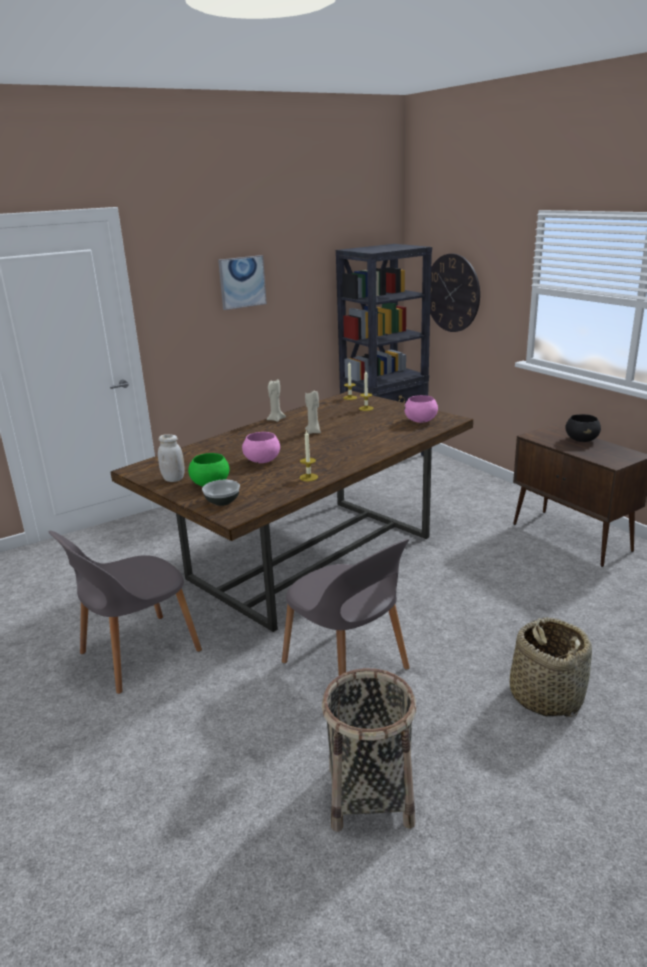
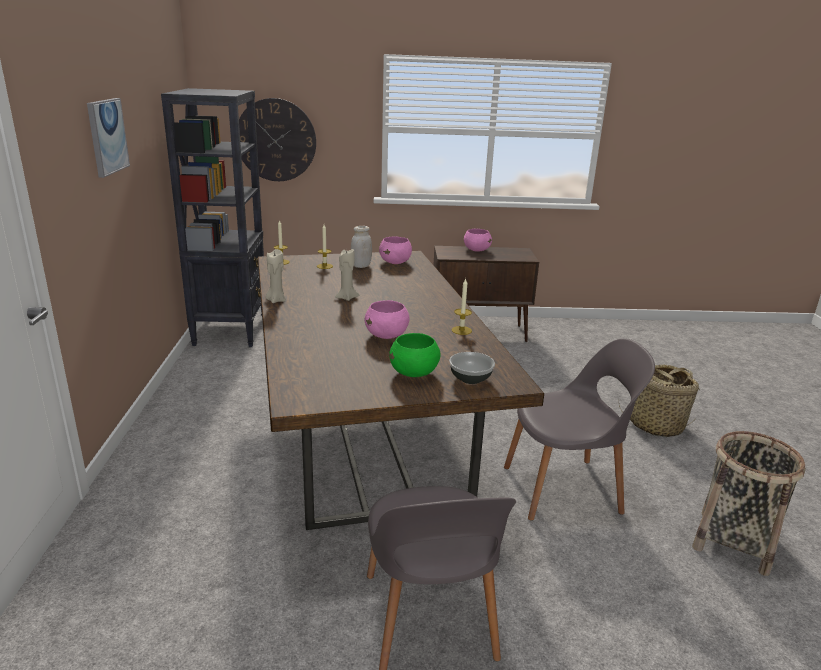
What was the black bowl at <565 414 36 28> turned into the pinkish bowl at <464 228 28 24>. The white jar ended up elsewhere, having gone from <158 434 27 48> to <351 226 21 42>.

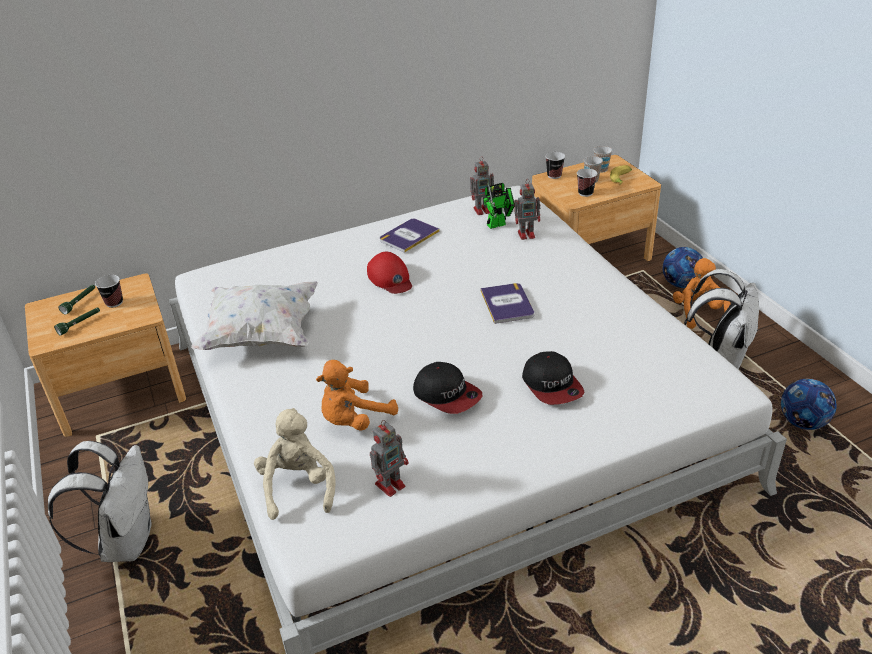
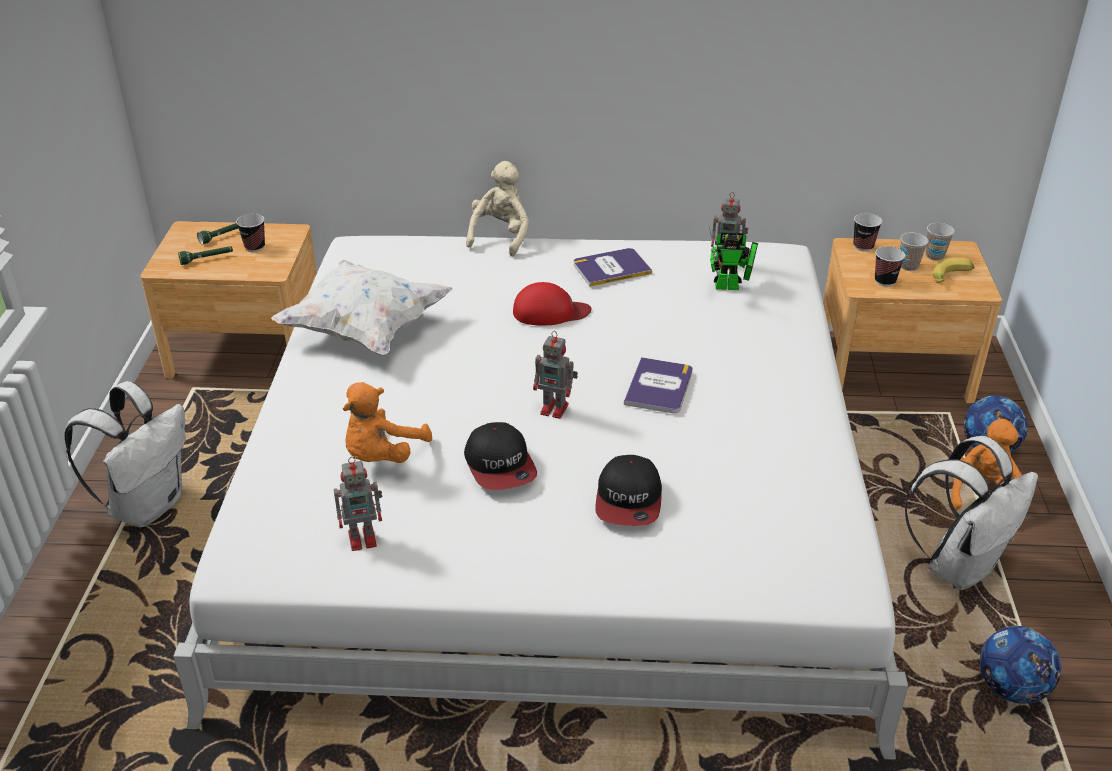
The toy robot ended up elsewhere, having gone from <514 179 27 61> to <533 331 45 88>. The reddish cap at <367 252 45 42> ended up facing another way, 90 degrees counterclockwise from before. The orangey cuddly toy at <316 360 82 71> ended up facing another way, 45 degrees counterclockwise from before. The beige-coloured cuddly toy ended up elsewhere, having gone from <254 408 82 112> to <466 161 63 96>.

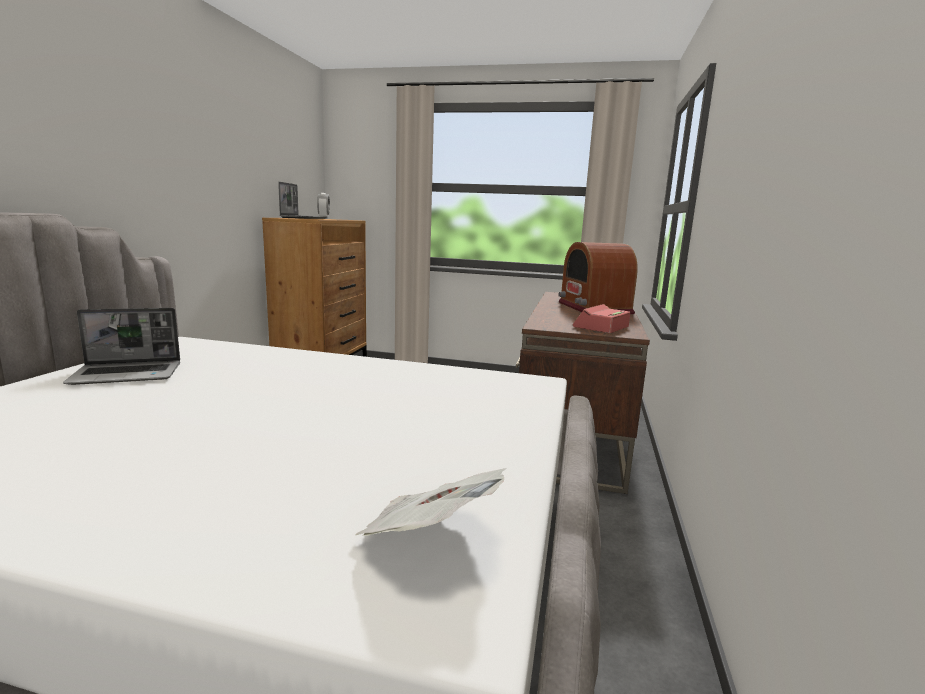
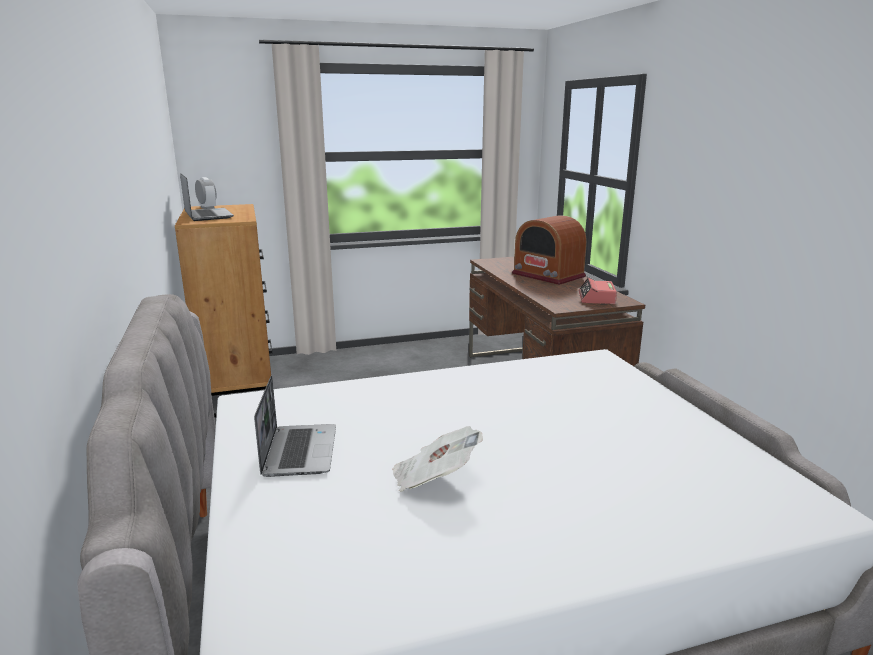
The notebook computer at <63 308 117 77> ended up facing another way, 45 degrees counterclockwise from before. The newspaper ended up elsewhere, having gone from <356 468 151 68> to <392 426 91 66>.

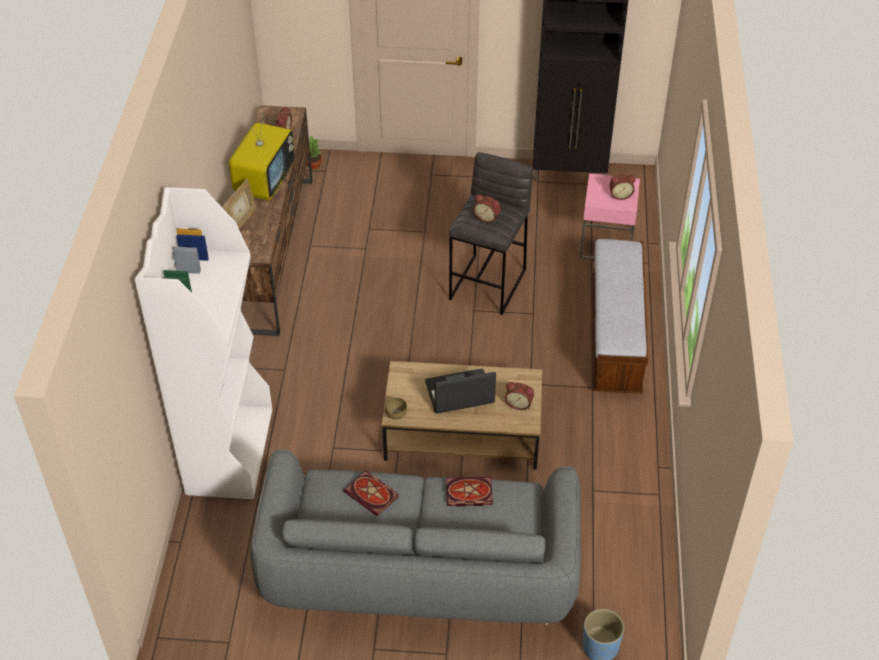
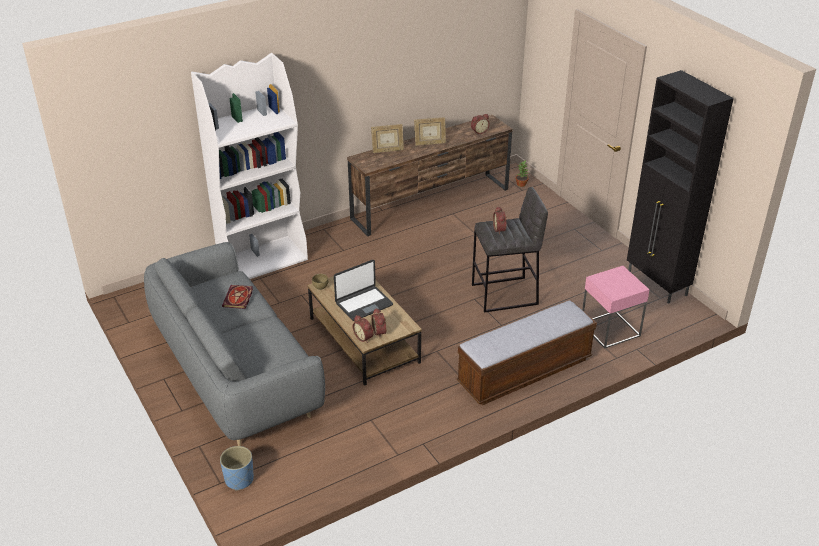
Where the TV set stood at <229 111 66 90>, the standing frame came to stand at <414 117 32 29>. The alarm clock ended up elsewhere, having gone from <609 175 26 25> to <353 315 20 28>. The notebook computer at <425 369 71 45> ended up facing another way, 105 degrees clockwise from before. The second view lost the volume at <446 477 47 30>.

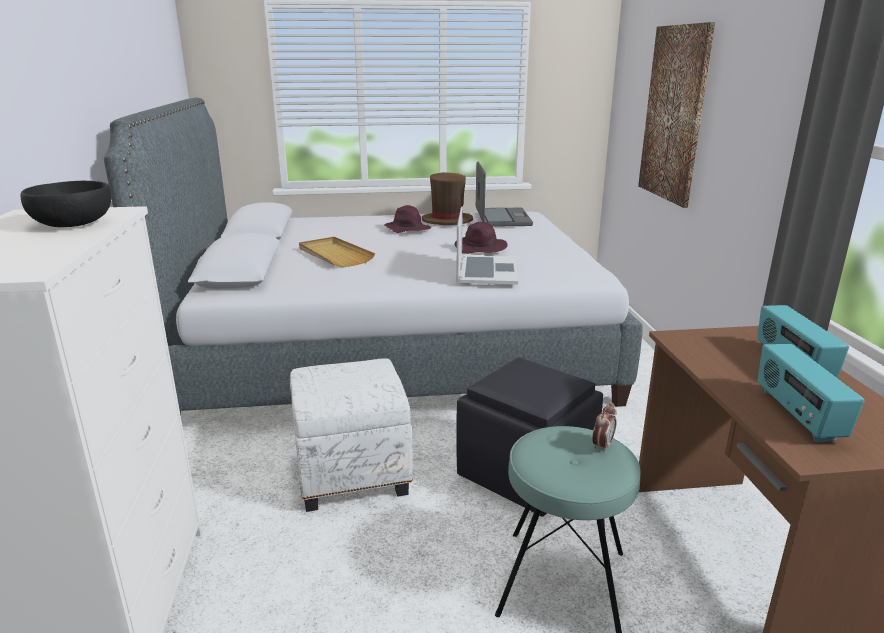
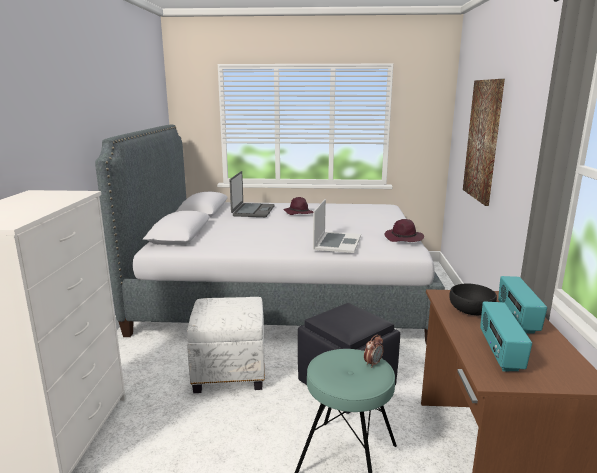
The notebook computer ended up elsewhere, having gone from <476 162 57 65> to <230 171 45 46>. The second view lost the brownish hat at <422 172 51 53>. The black bowl ended up elsewhere, having gone from <20 181 91 46> to <449 283 48 32>. The purple-coloured hat ended up elsewhere, having gone from <454 222 54 32> to <384 219 40 23>. The second view lost the beige-coloured tray at <299 237 76 30>.

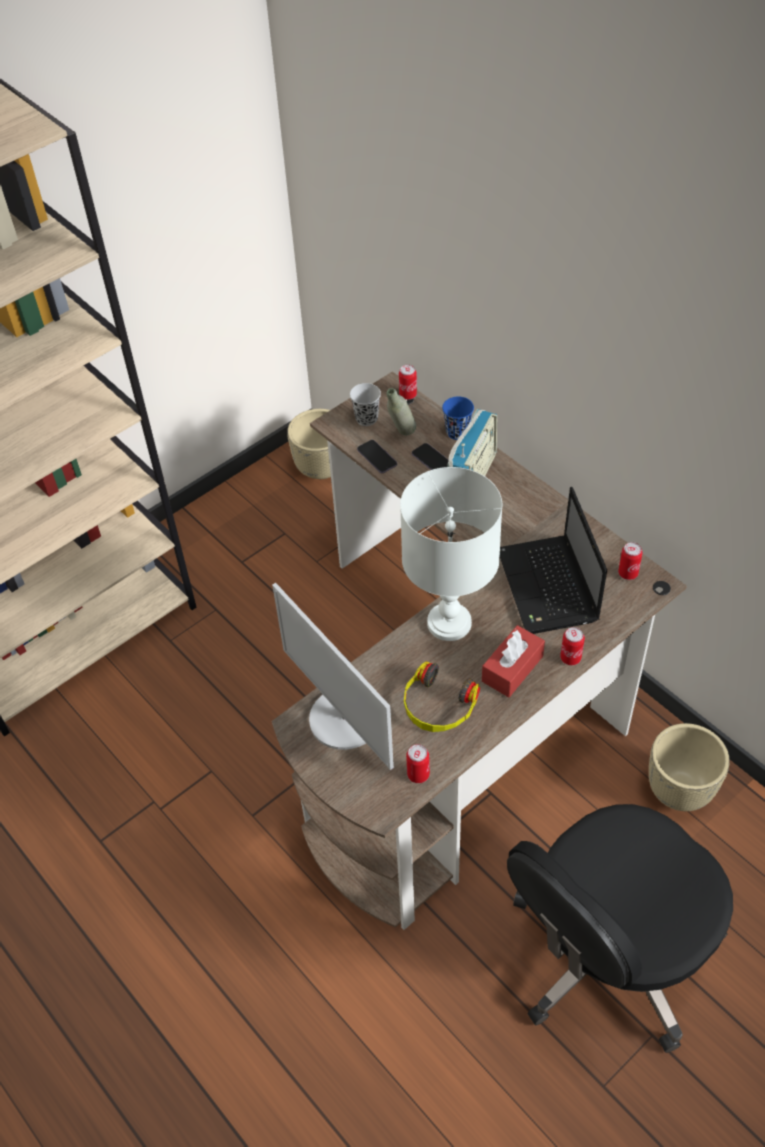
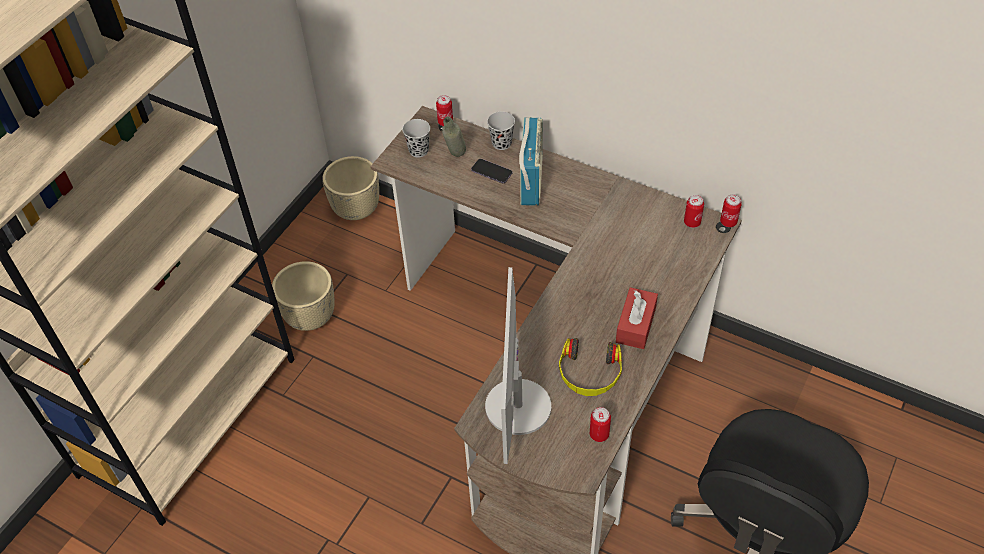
What was the bluish drinking cup at <442 396 32 44> turned into the black drinking cup at <487 111 28 39>. The second view lost the telephone at <357 440 40 33>. The second view lost the white lamp for a table at <400 467 102 174>. The second view lost the notebook computer at <500 487 107 147>. The computer display at <272 583 122 187> ended up facing another way, 60 degrees clockwise from before. The can ended up elsewhere, having gone from <560 627 25 38> to <720 194 22 33>. The beige-coloured flower pot ended up elsewhere, having gone from <649 723 81 88> to <272 261 62 70>.

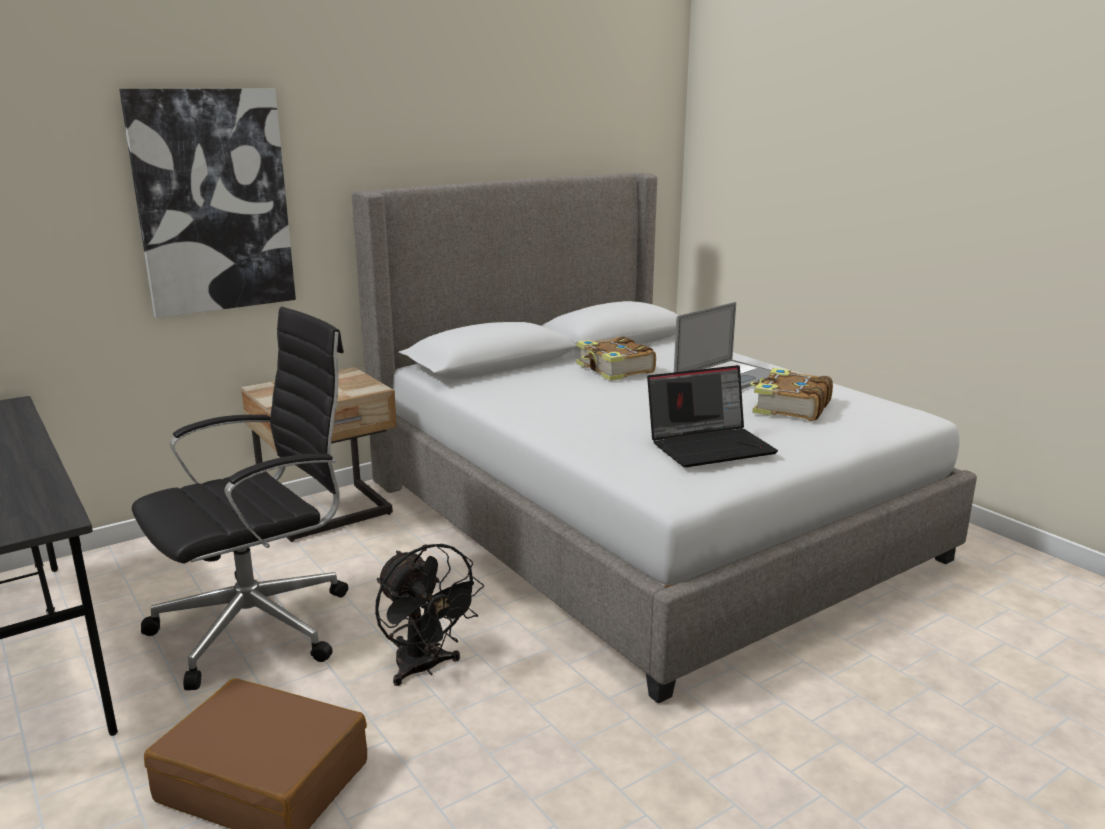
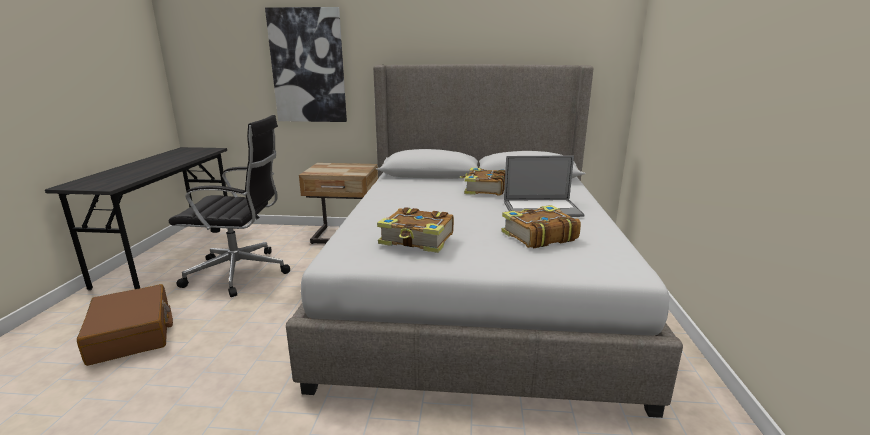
Where the notebook computer stood at <647 365 131 102>, the volume came to stand at <377 207 77 46>. The second view lost the black electric fan at <375 544 109 142>.

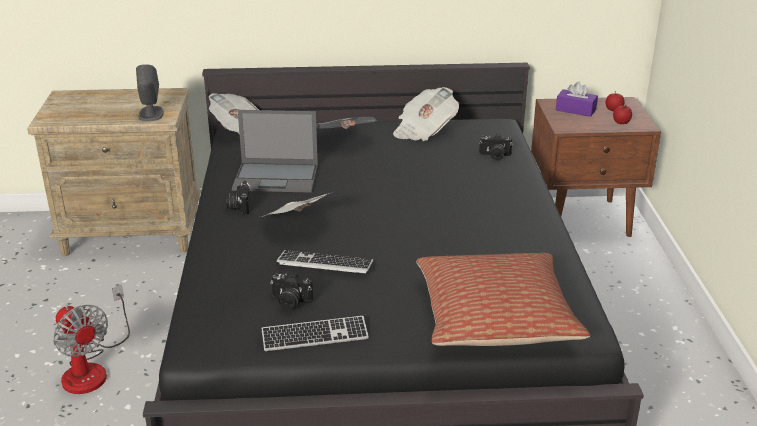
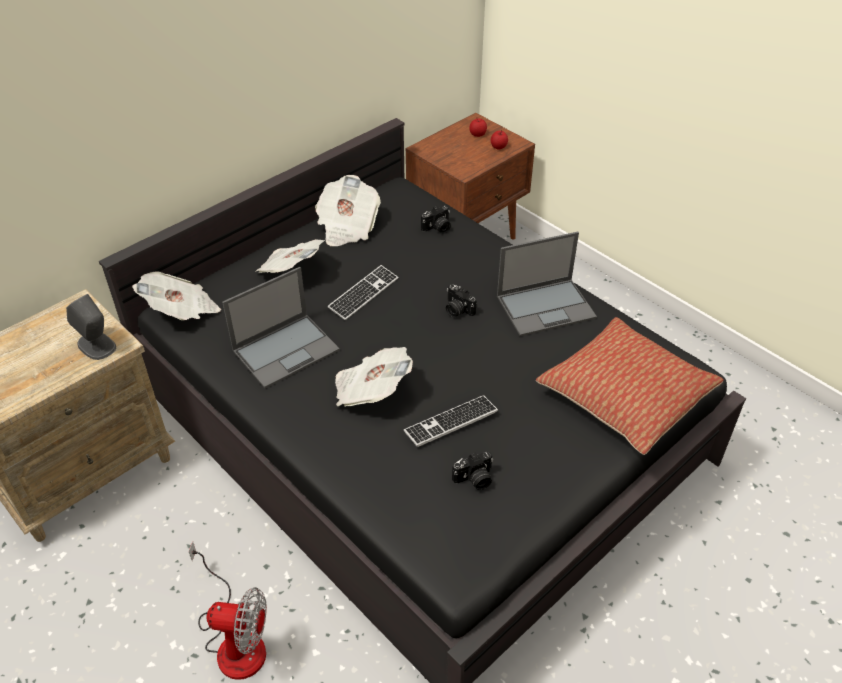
The second view lost the purple-coloured tissue box at <556 81 42 36>. The photo camera ended up elsewhere, having gone from <226 181 24 34> to <446 284 31 33>. The keyboard ended up elsewhere, having gone from <261 316 108 35> to <328 265 70 55>. The second view gained the notebook computer at <497 232 100 104>.

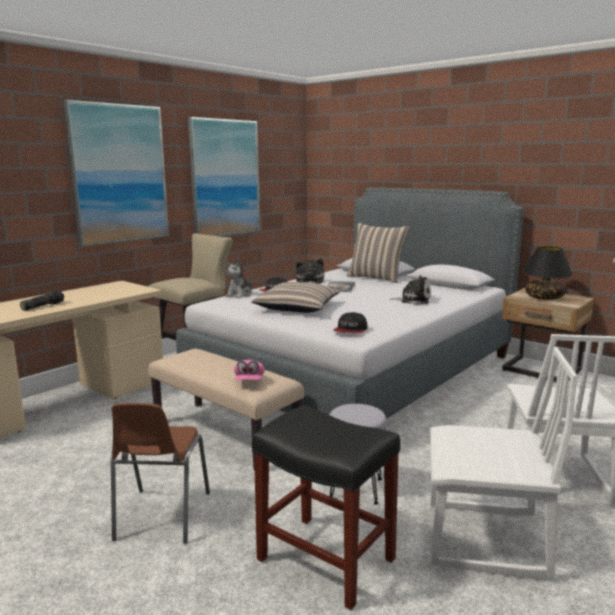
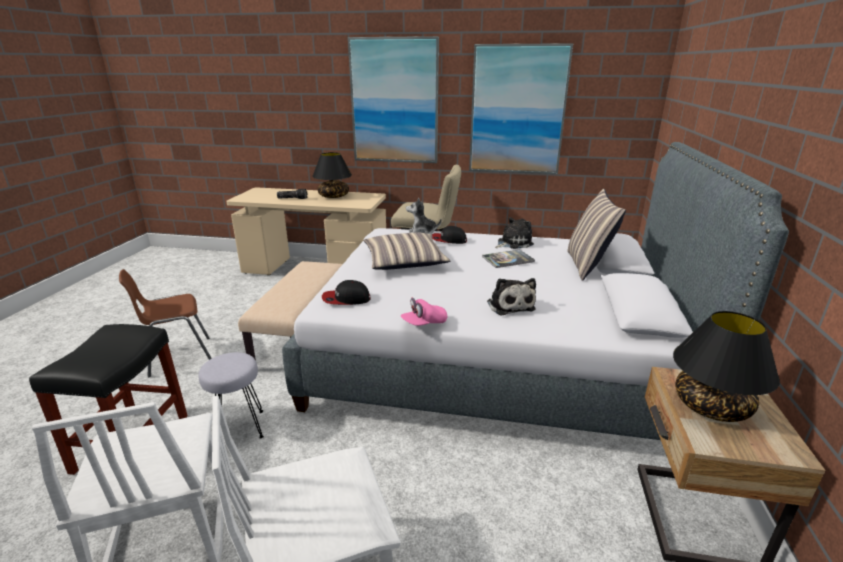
The pinkish cap ended up elsewhere, having gone from <234 360 31 20> to <401 298 46 28>. The second view gained the black lamp for a table at <312 152 40 46>.

